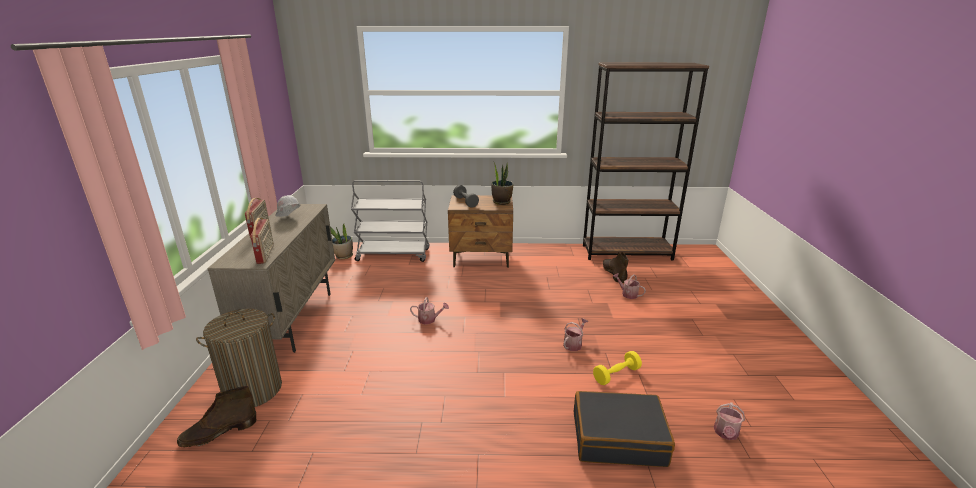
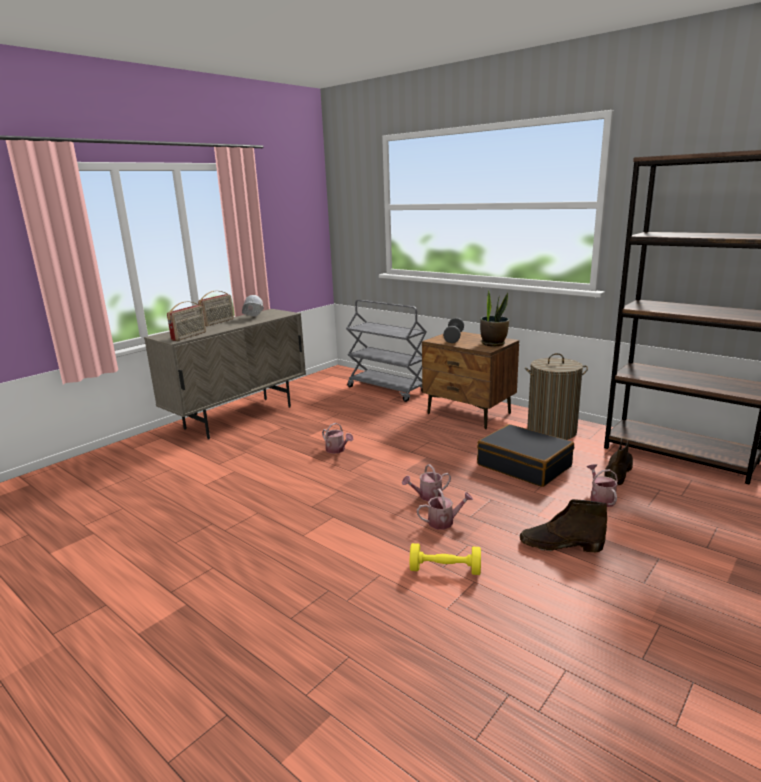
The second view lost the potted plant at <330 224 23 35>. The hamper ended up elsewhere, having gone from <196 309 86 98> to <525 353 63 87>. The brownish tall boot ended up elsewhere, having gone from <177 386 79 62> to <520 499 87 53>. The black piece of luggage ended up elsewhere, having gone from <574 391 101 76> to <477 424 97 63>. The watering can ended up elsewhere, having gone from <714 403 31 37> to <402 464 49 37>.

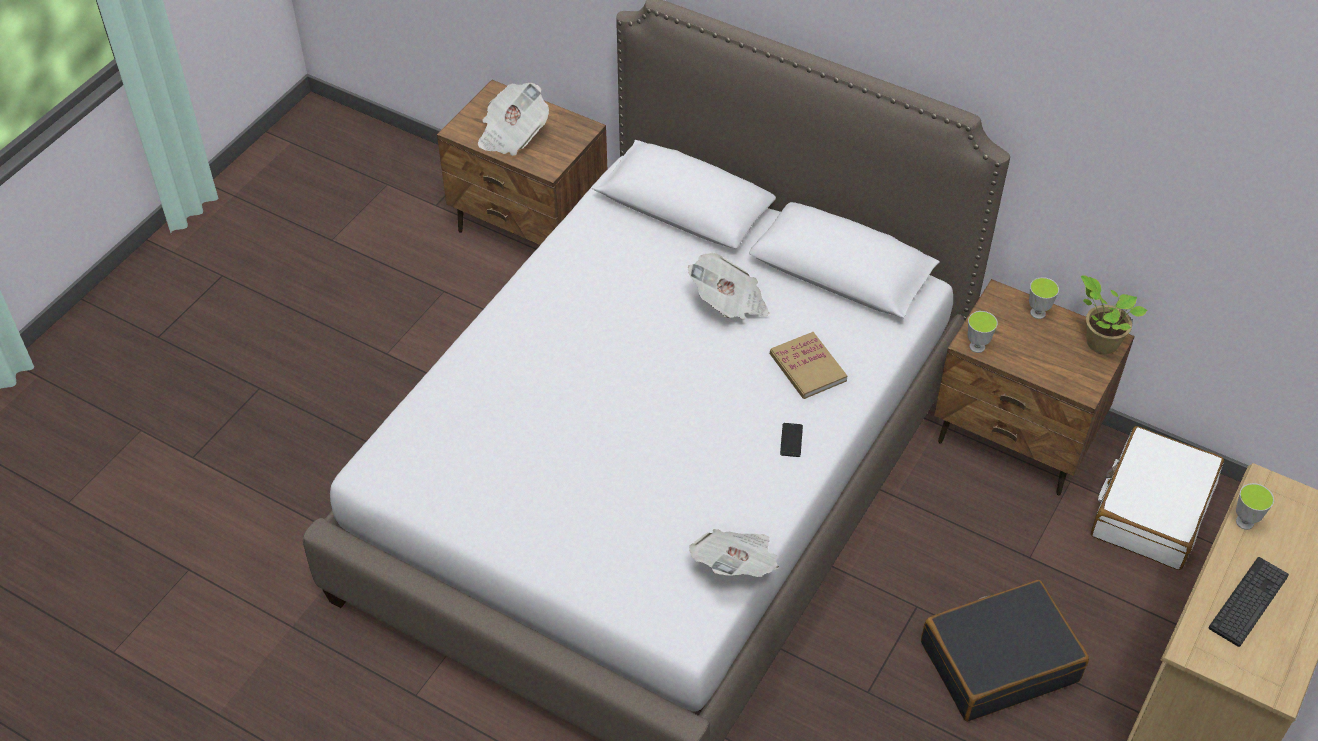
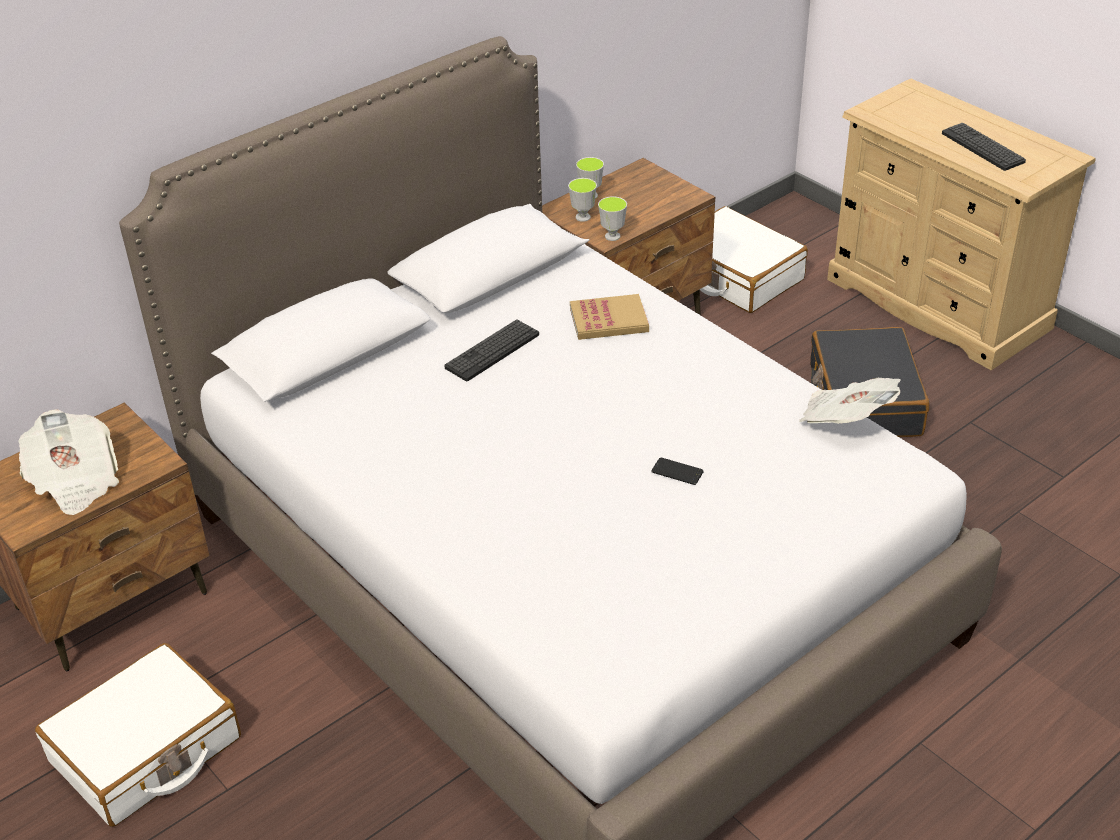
Where the newspaper stood at <688 253 81 67>, the keyboard came to stand at <444 319 95 62>. The second view lost the potted plant at <1081 275 66 79>. The telephone ended up elsewhere, having gone from <780 423 23 34> to <651 457 53 28>. The drinking cup ended up elsewhere, having gone from <1236 483 38 47> to <568 178 29 44>. The second view gained the white piece of luggage at <35 643 206 184>.

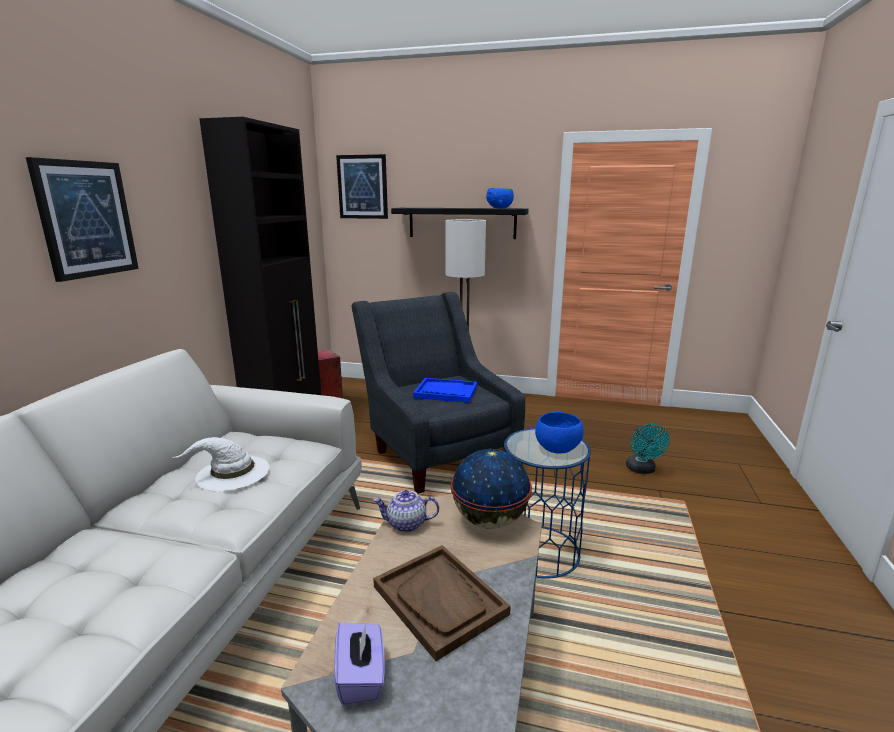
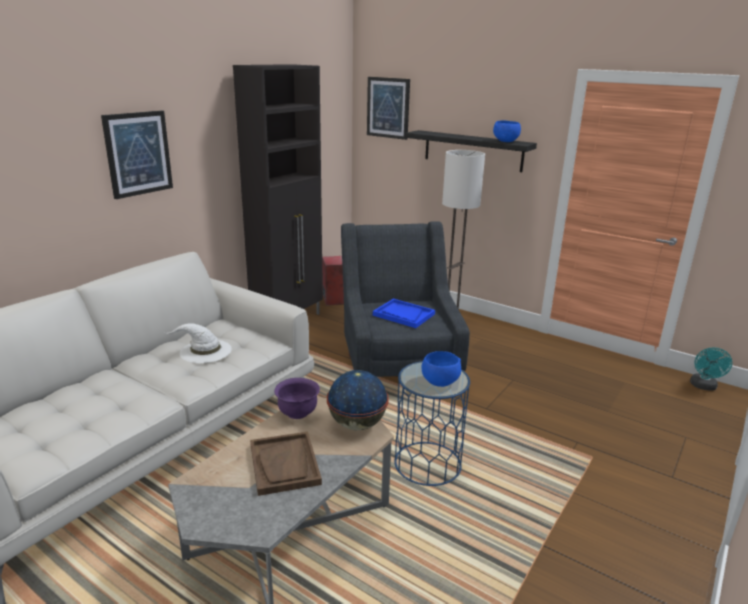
The turquoise-coloured electric fan ended up elsewhere, having gone from <626 424 44 50> to <690 347 42 44>. Where the tea pot stood at <373 490 66 42>, the purple-coloured bowl came to stand at <274 378 46 41>. The second view lost the purple-coloured tissue box at <334 622 51 83>.

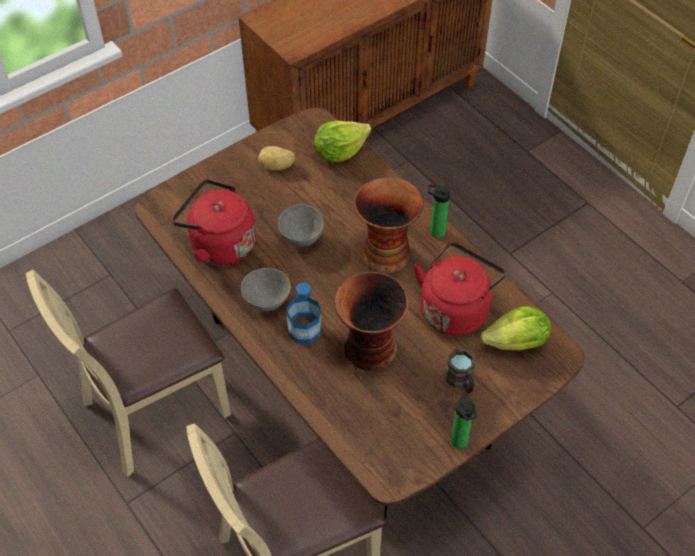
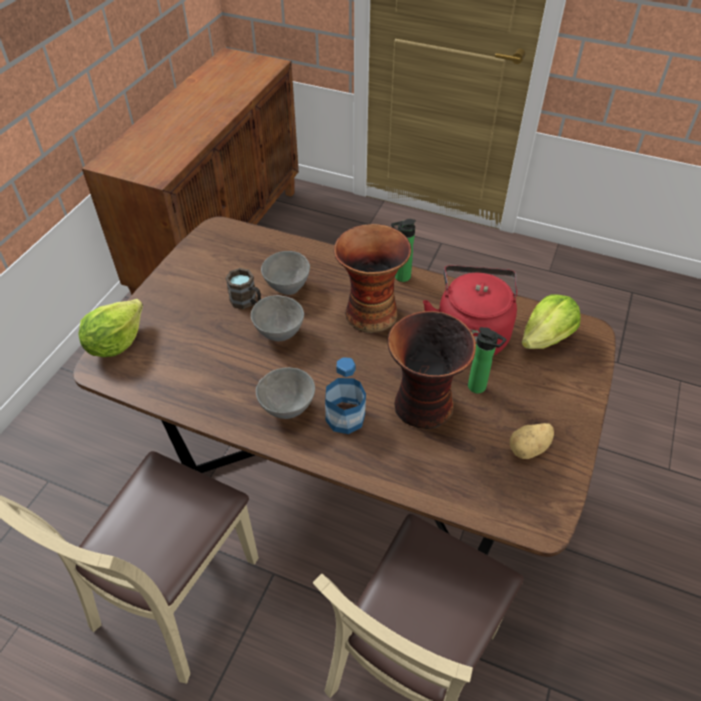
The lettuce ended up elsewhere, having gone from <314 121 57 41> to <78 299 65 58>. The whole potato ended up elsewhere, having gone from <258 146 37 24> to <510 423 44 36>. The second view lost the reddish kettle at <172 179 84 87>. The brownish mug ended up elsewhere, having gone from <446 349 29 44> to <225 268 36 41>. The drink bottle ended up elsewhere, having gone from <450 395 27 54> to <468 327 38 66>. The second view gained the greyish bowl at <261 251 49 44>.

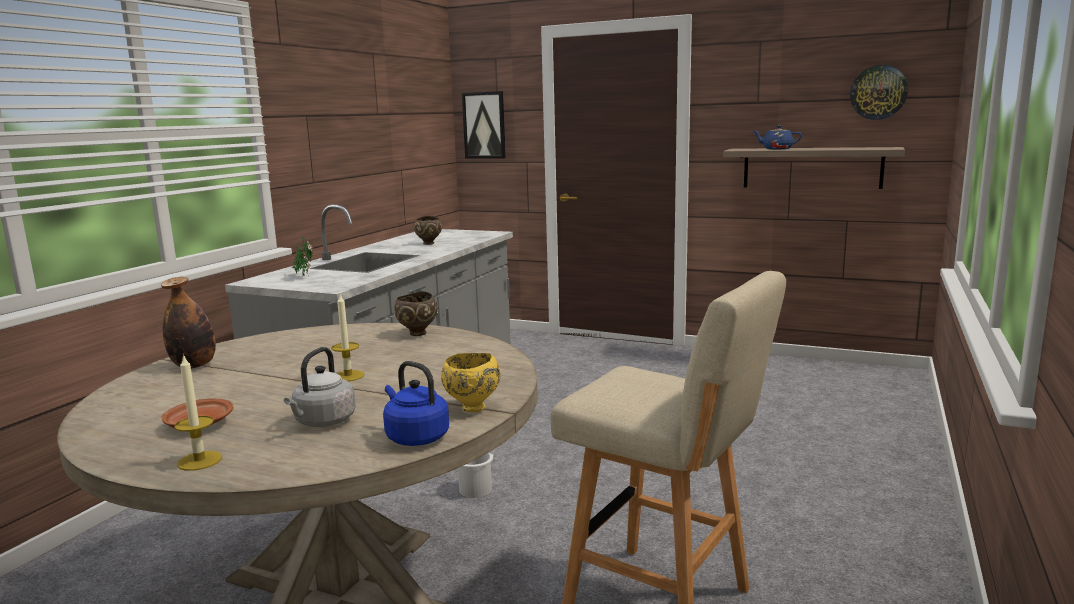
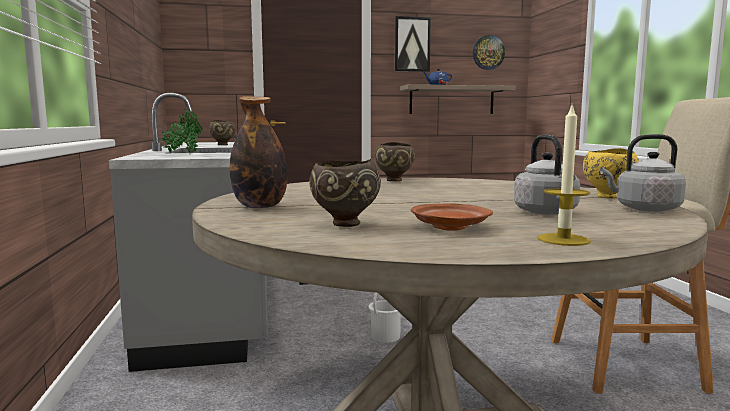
The wall picture ended up elsewhere, having gone from <462 91 44 68> to <395 16 36 56>. The second view lost the candle at <331 295 34 87>. What was the bluish kettle at <383 361 66 85> turned into the greyish kettle at <600 134 86 78>. The second view gained the brownish bowl at <309 159 72 68>.

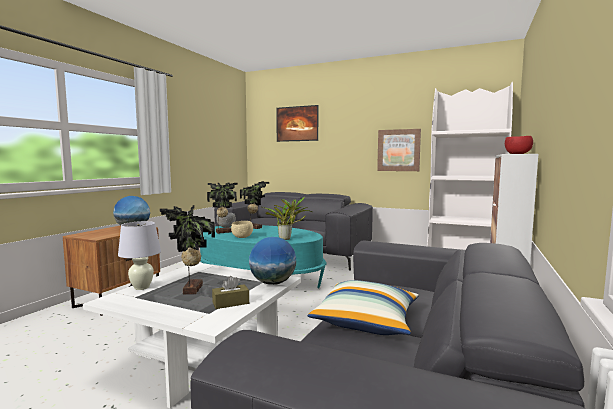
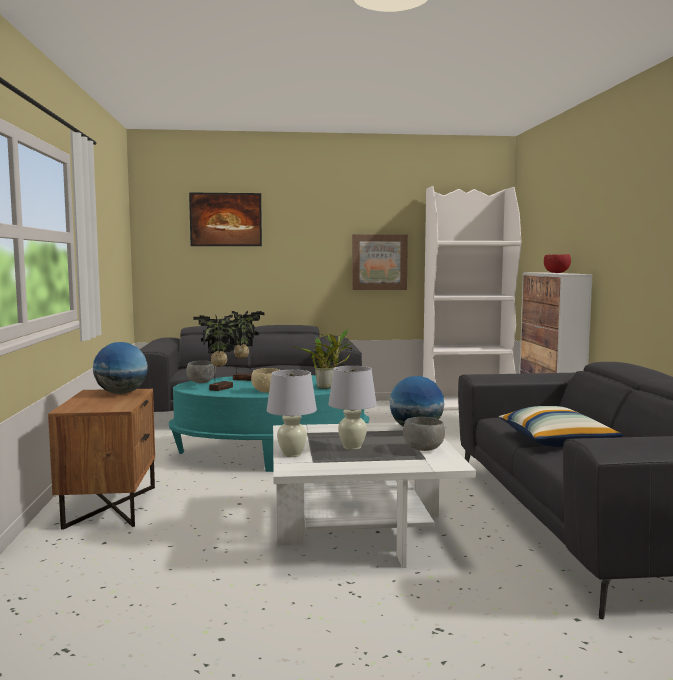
Where the potted plant stood at <160 205 55 89>, the white lamp for a table came to stand at <328 366 49 84>. Where the brownish tissue box stood at <212 276 37 33>, the greyish bowl came to stand at <403 417 42 34>.

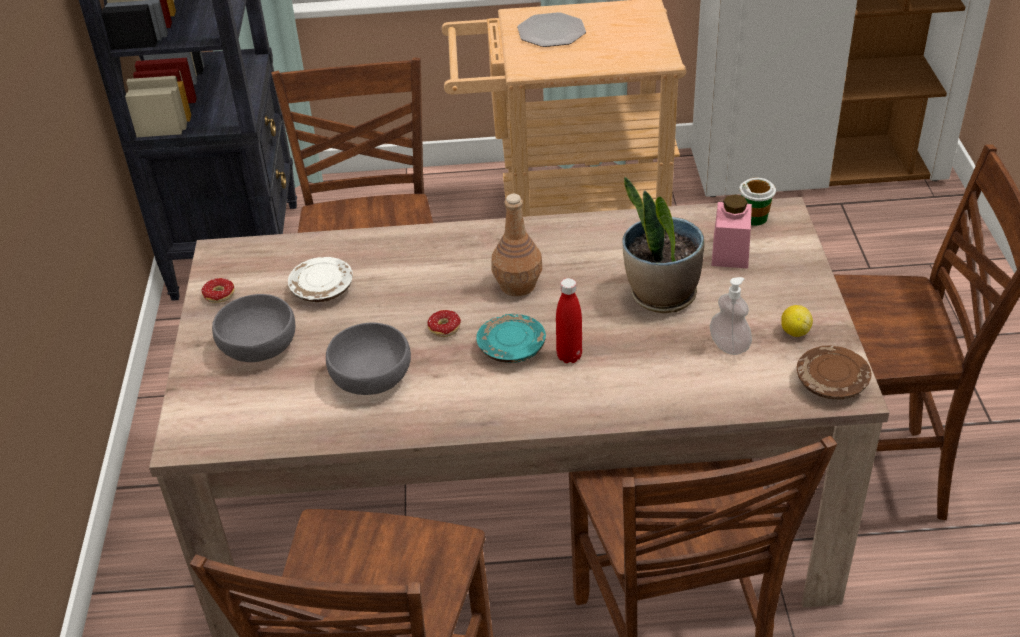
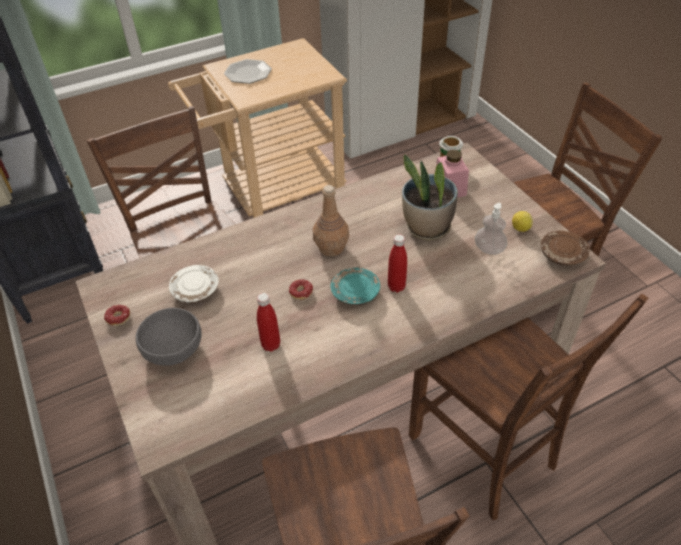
Where the greyish bowl stood at <326 323 85 72>, the reddish drink bottle came to stand at <257 293 23 59>.

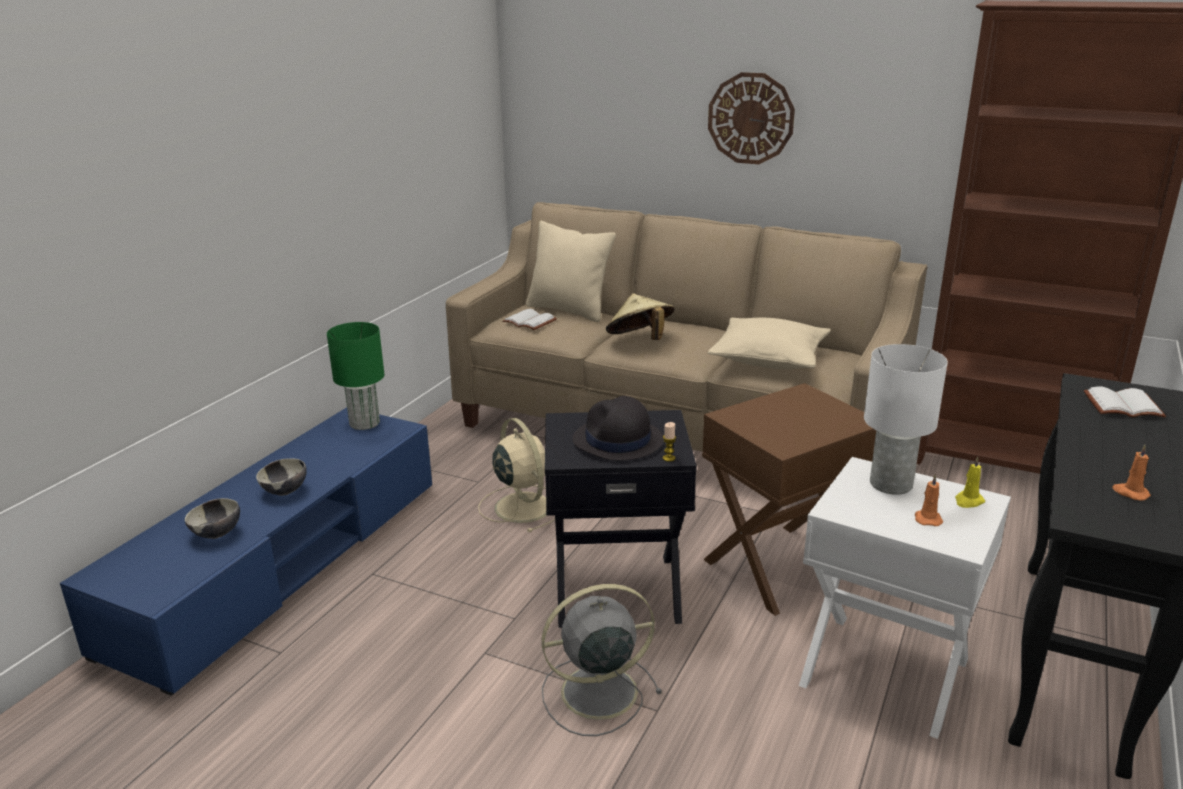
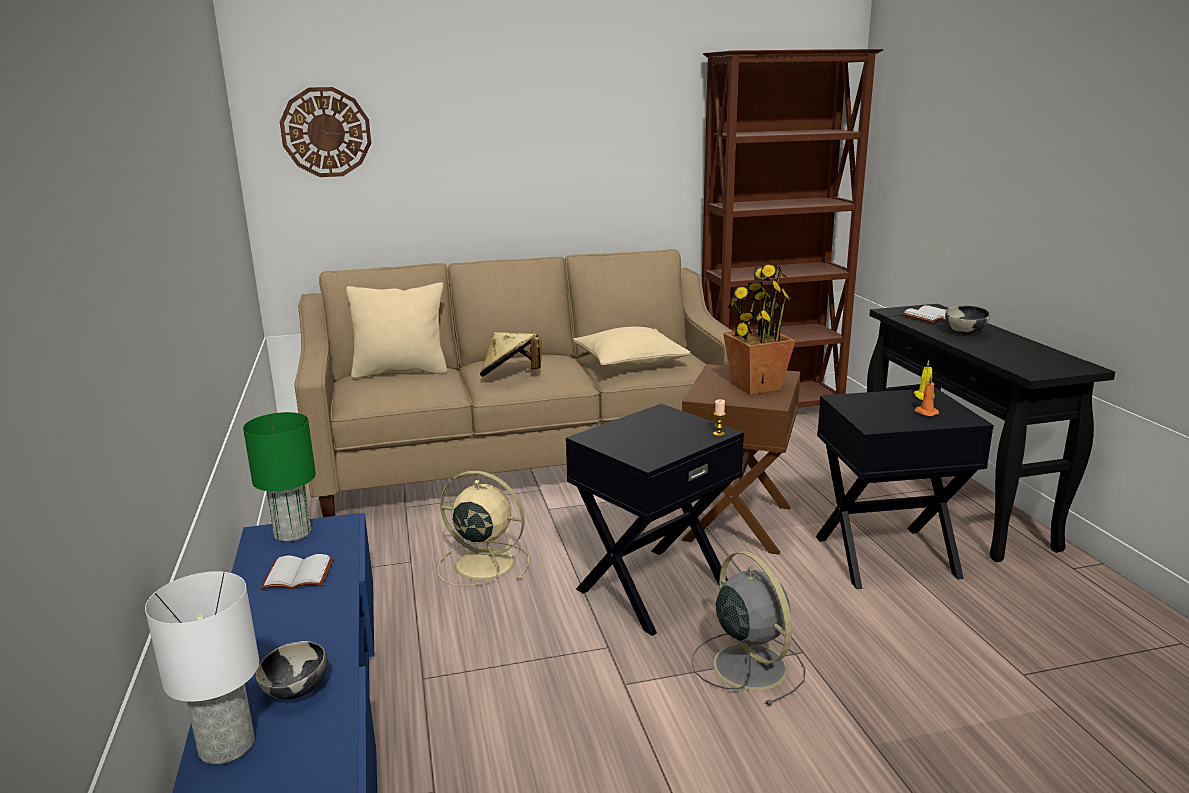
The hanging clock ended up elsewhere, having gone from <708 72 87 92> to <280 87 91 90>. The white volume ended up elsewhere, having gone from <503 309 54 21> to <260 554 74 35>. The white lamp for a table ended up elsewhere, having gone from <864 344 84 151> to <145 571 114 194>. The second view lost the black hat at <573 396 91 64>. The second view lost the orangey candle at <1112 445 39 56>. What was the white accent table at <799 457 212 282> turned into the black accent table at <816 388 178 201>. The bowl ended up elsewhere, having gone from <256 458 51 38> to <945 306 45 29>. The greyish electric fan at <542 584 120 152> ended up facing another way, 120 degrees clockwise from before. The second view gained the potted plant at <723 264 73 131>.

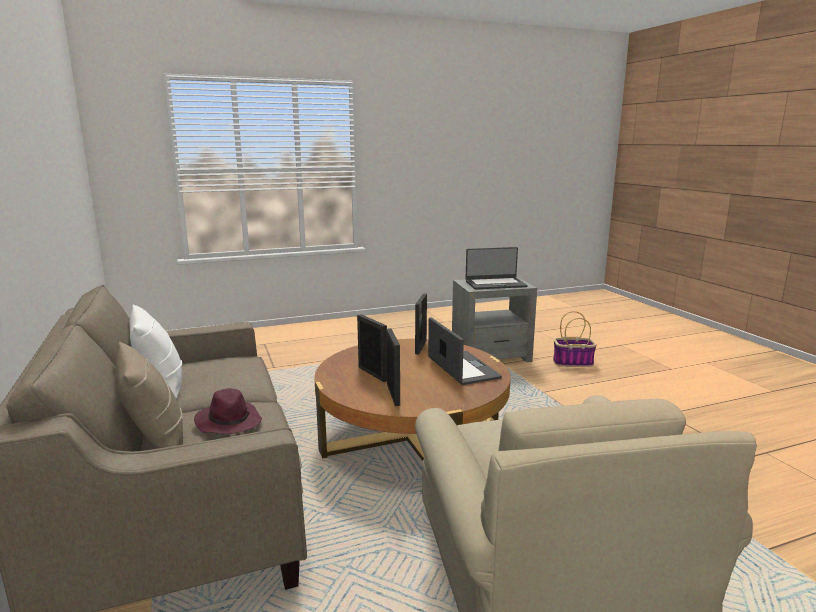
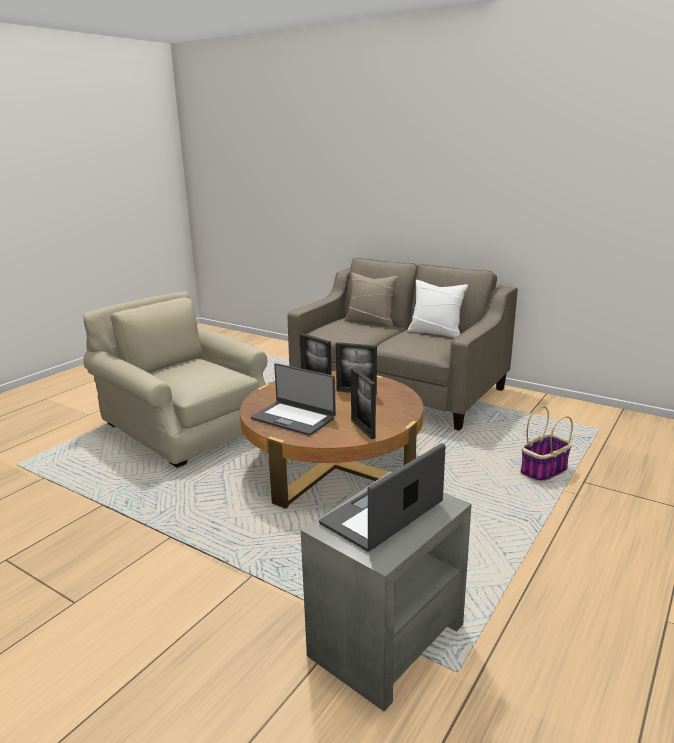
The basket ended up elsewhere, having gone from <553 311 44 56> to <520 406 53 76>. The second view lost the purple-coloured hat at <194 388 68 46>.

